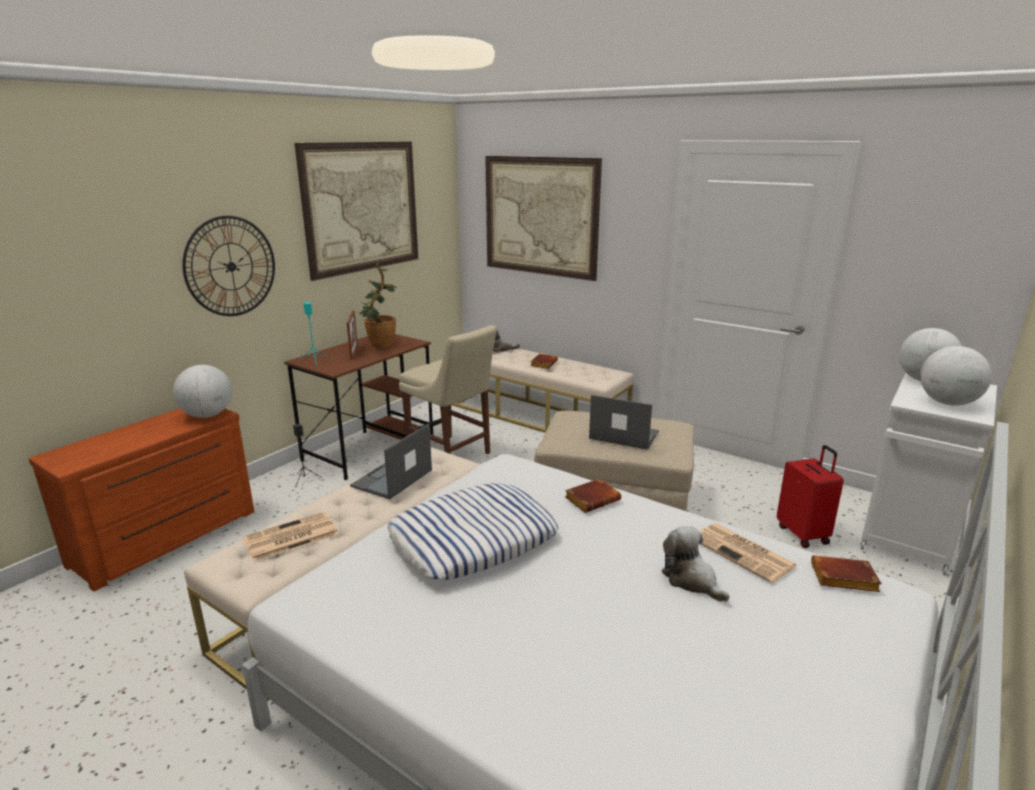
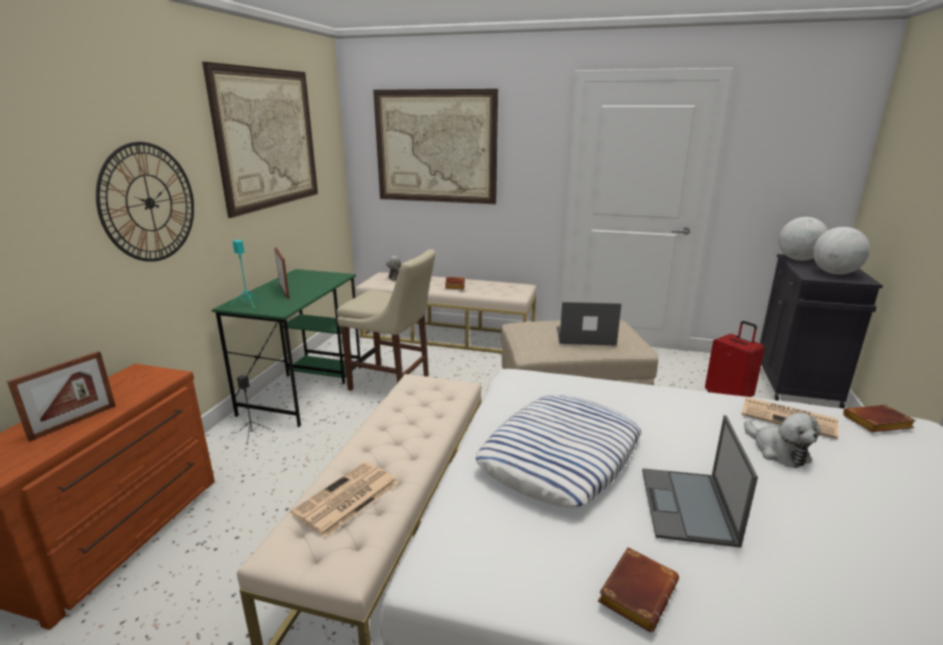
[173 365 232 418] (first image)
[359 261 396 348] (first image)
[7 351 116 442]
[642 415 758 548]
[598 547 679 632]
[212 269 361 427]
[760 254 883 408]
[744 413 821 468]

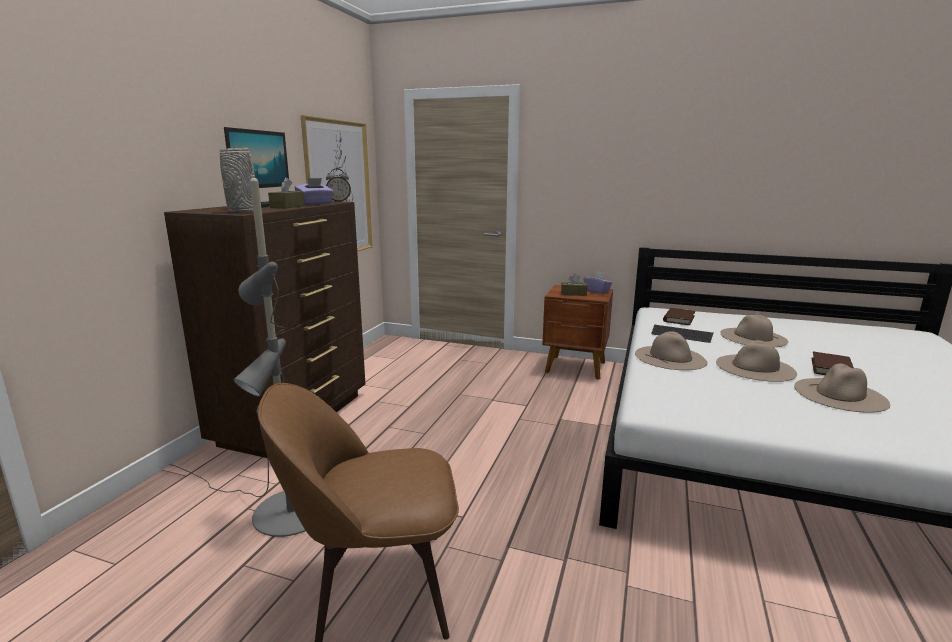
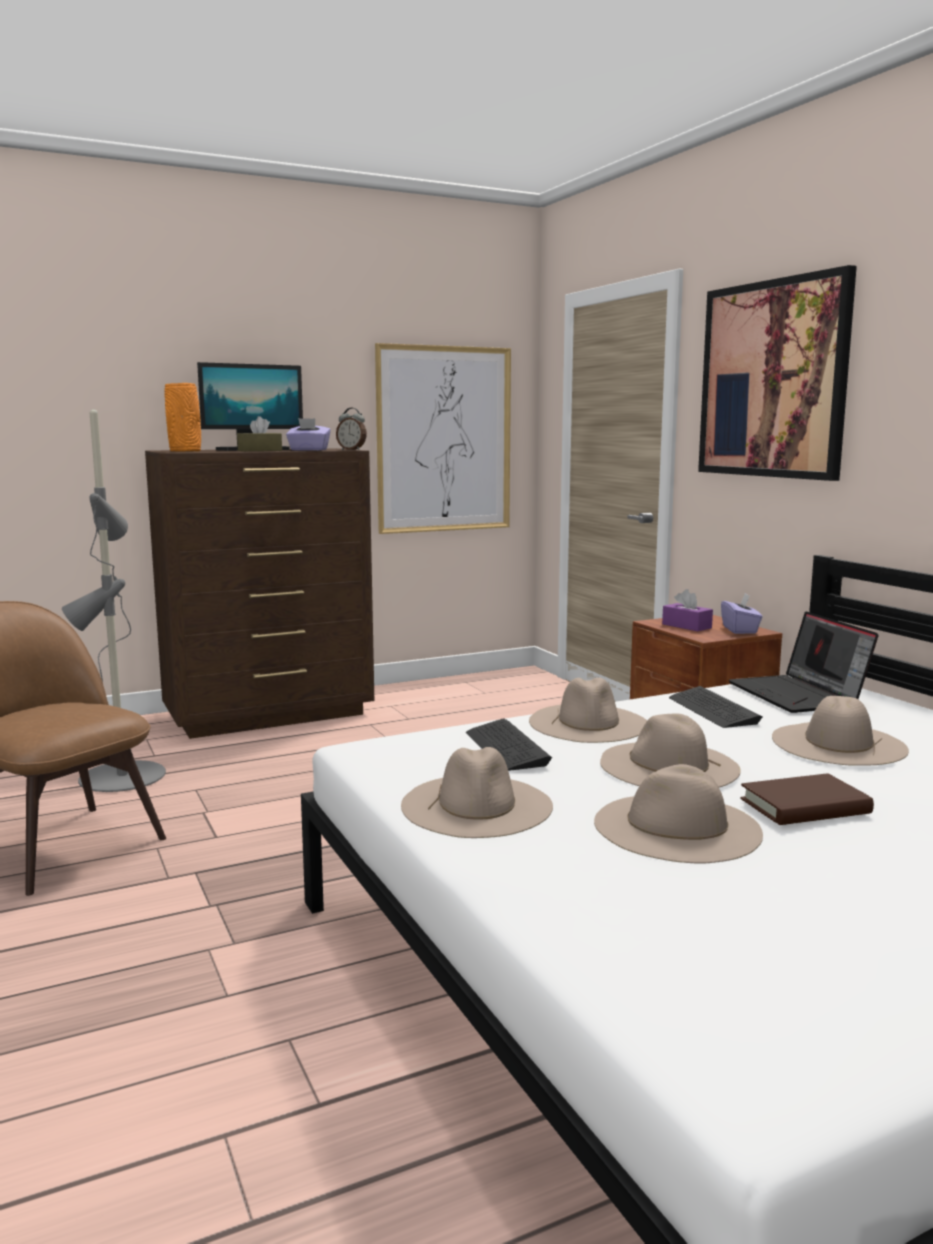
[401 747 553 838]
[466 718 552 771]
[698 265 857 481]
[729 611 879 713]
[164 383 201 452]
[662 589 713 631]

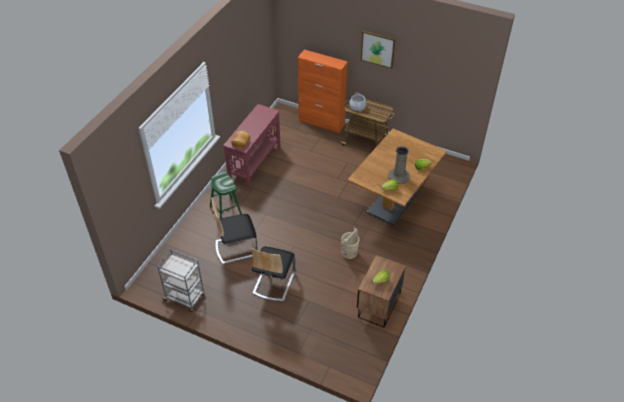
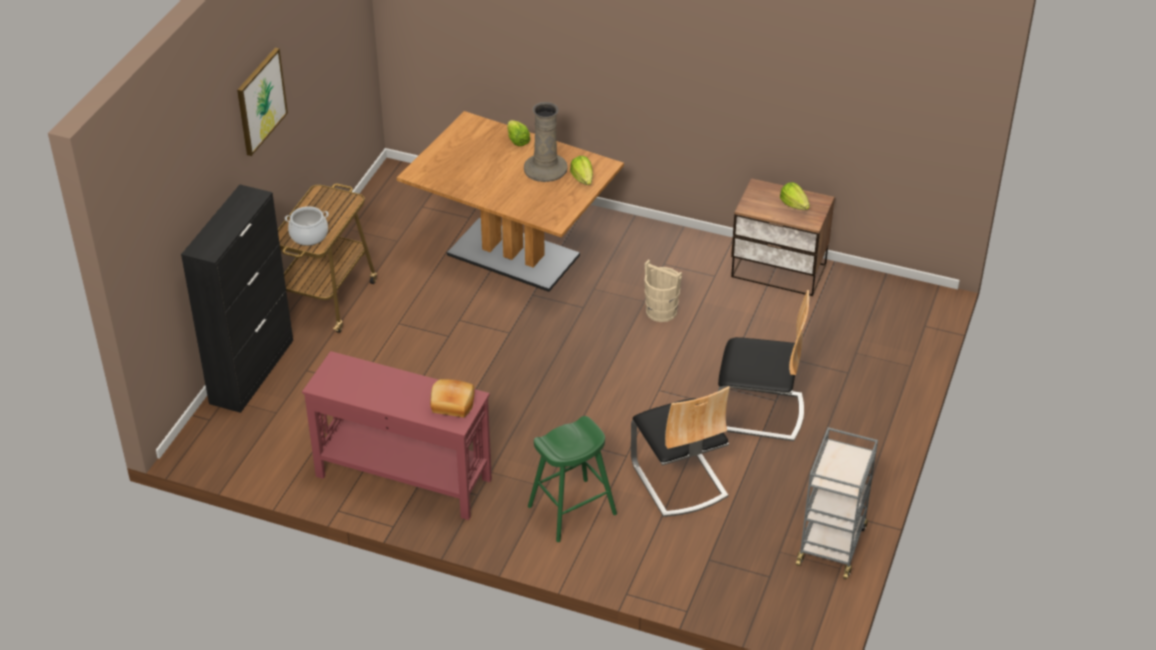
[181 185 293 413]

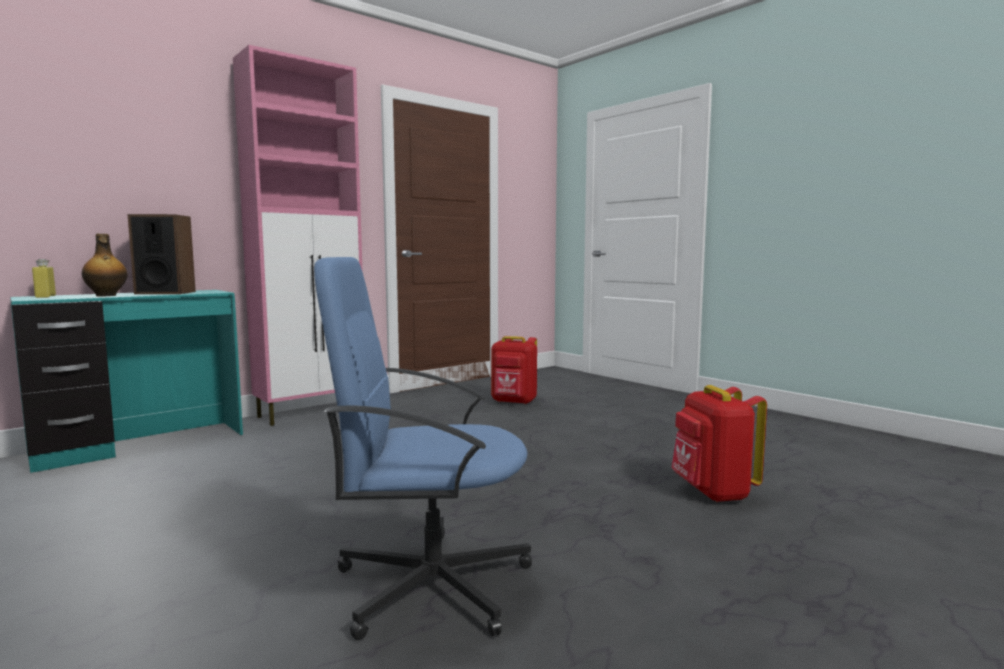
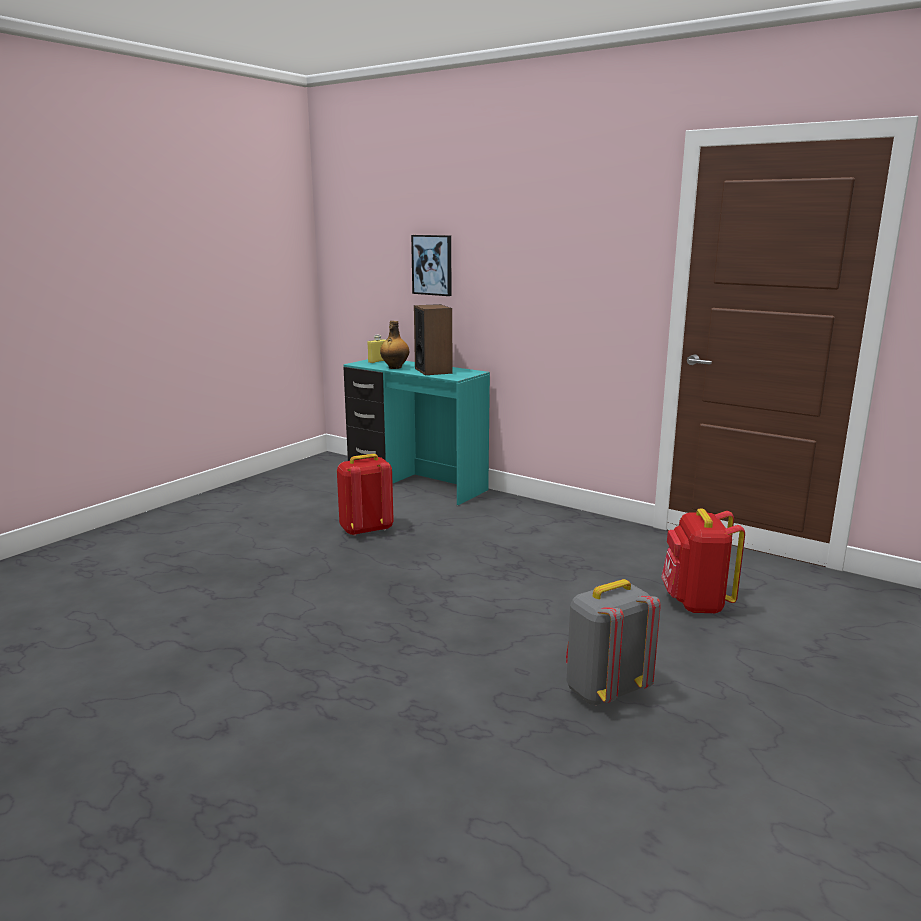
[233 45 363 426] (first image)
[314 257 532 640] (first image)
[411 235 451 296]
[566 579 661 706]
[337 454 394 536]

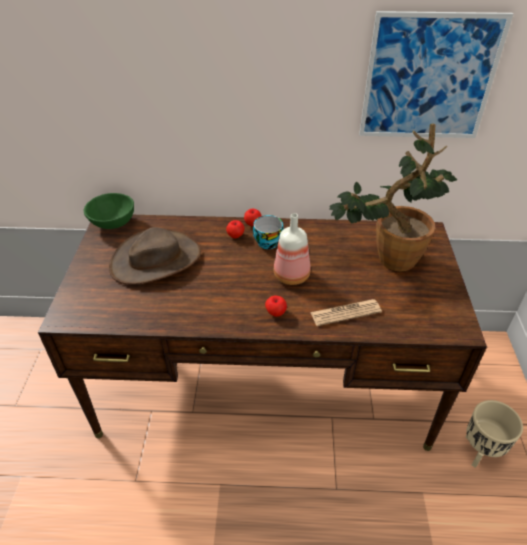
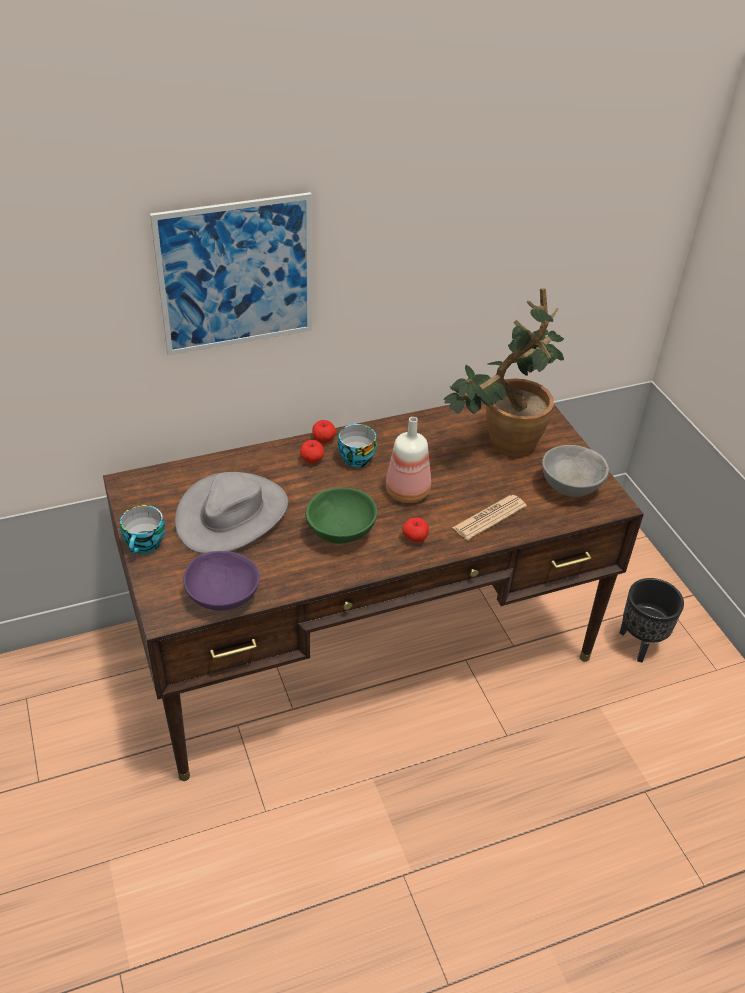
[120 505 165 554]
[184 551 260 611]
[542 445 609 497]
[305 488 377 544]
[150 192 312 356]
[175 472 288 554]
[620 578 684 662]

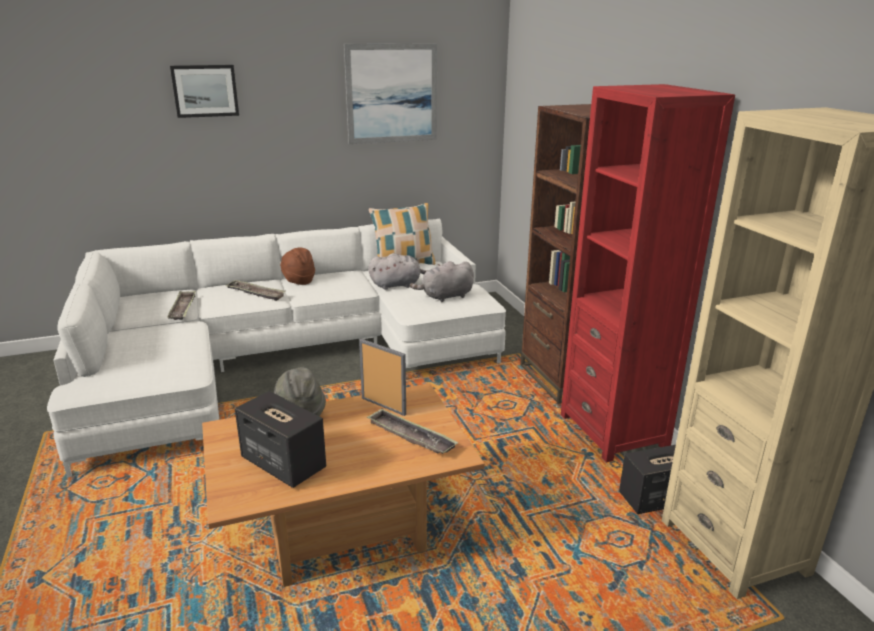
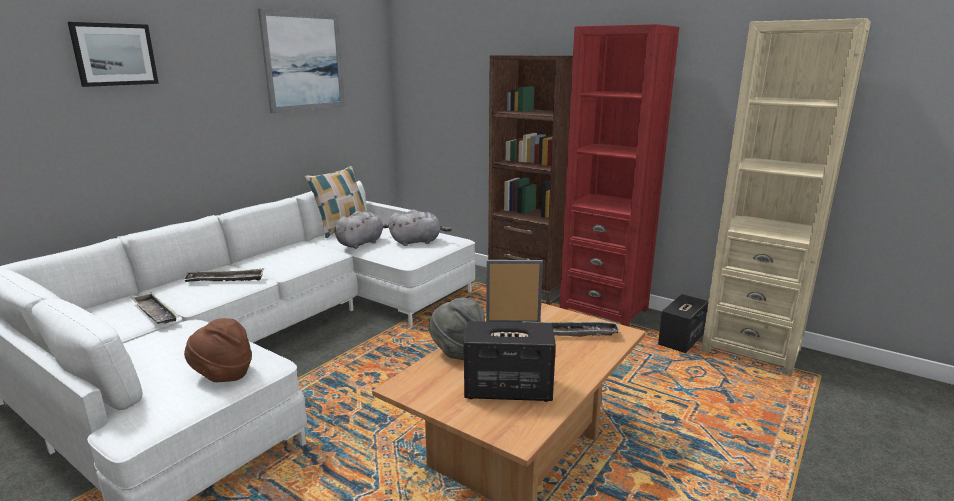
[184 318 252 382]
[389 209 452 246]

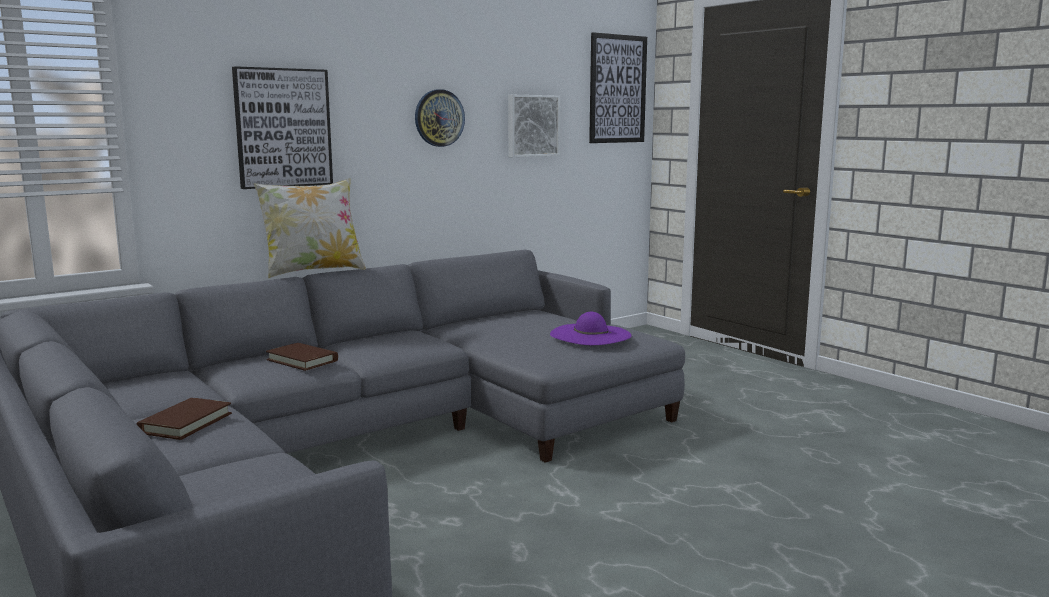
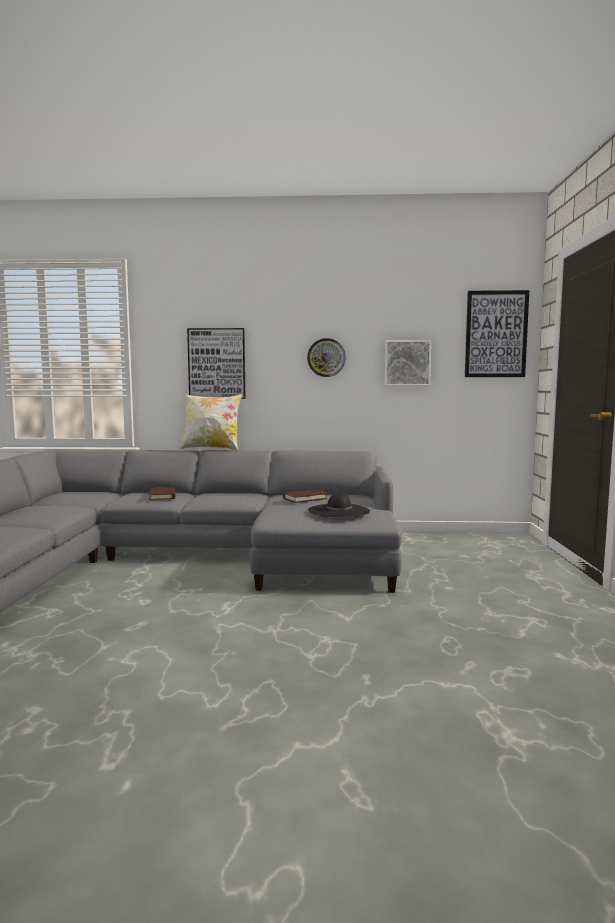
[283 490 327 503]
[308 493 370 517]

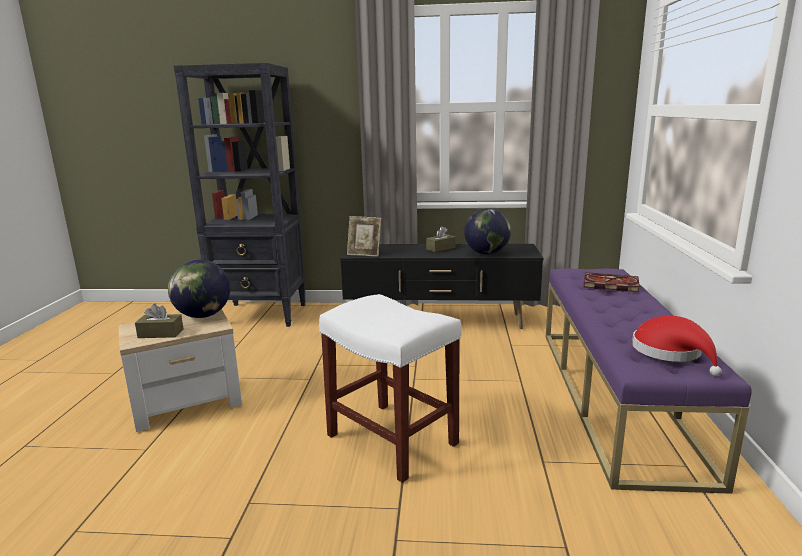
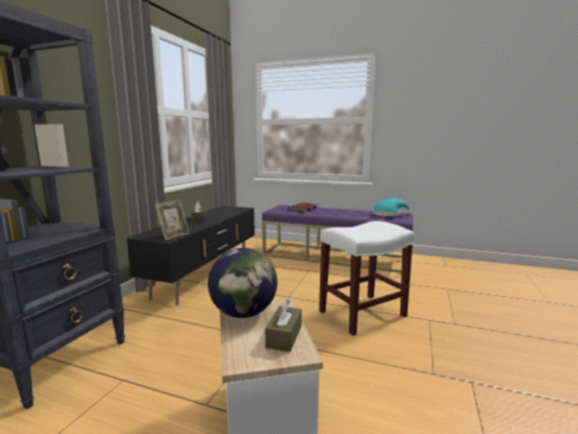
[464 208 511 255] (first image)
[372 198 411 216]

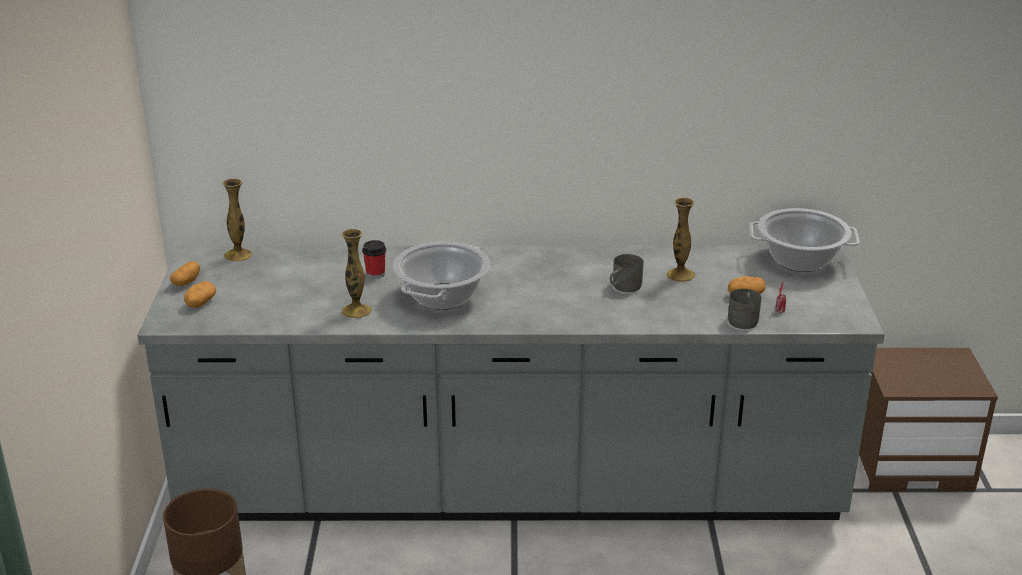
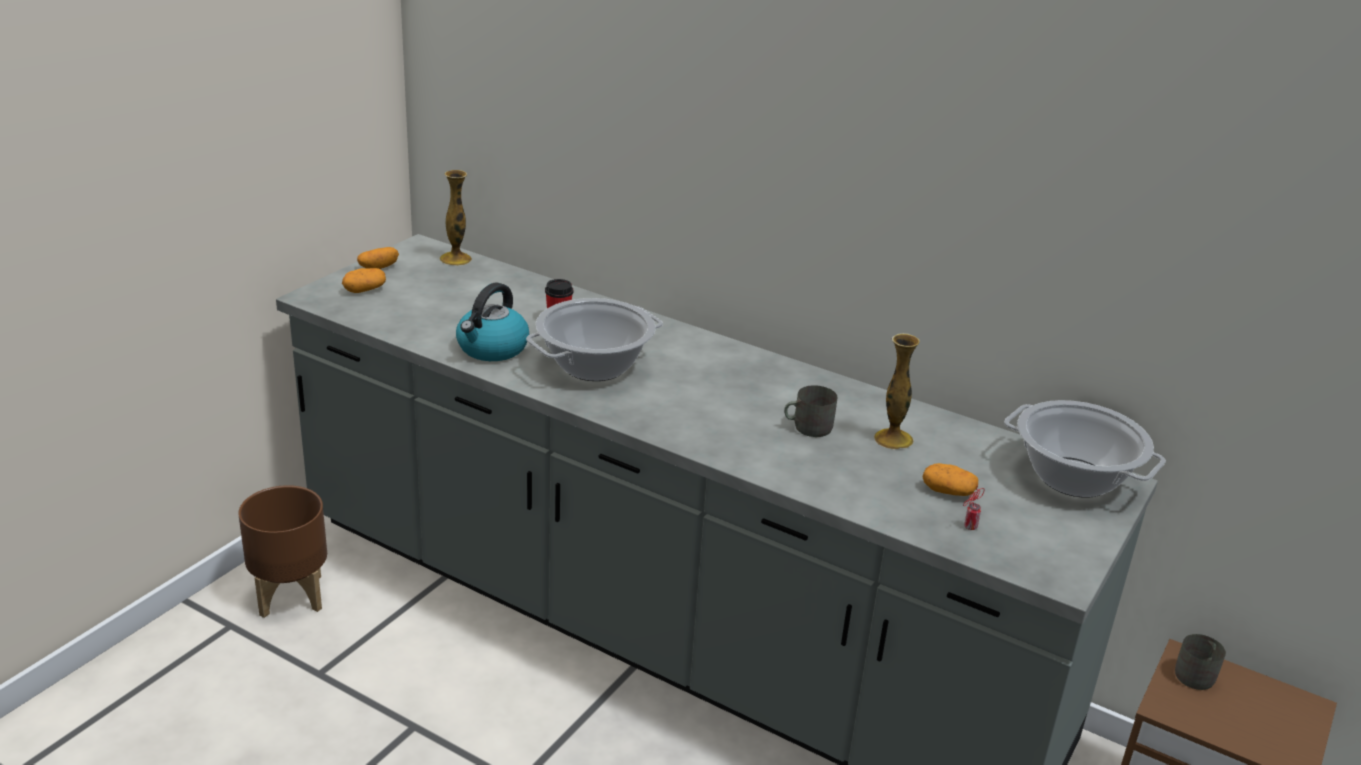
[1175 634 1226 690]
[456 283 529 361]

